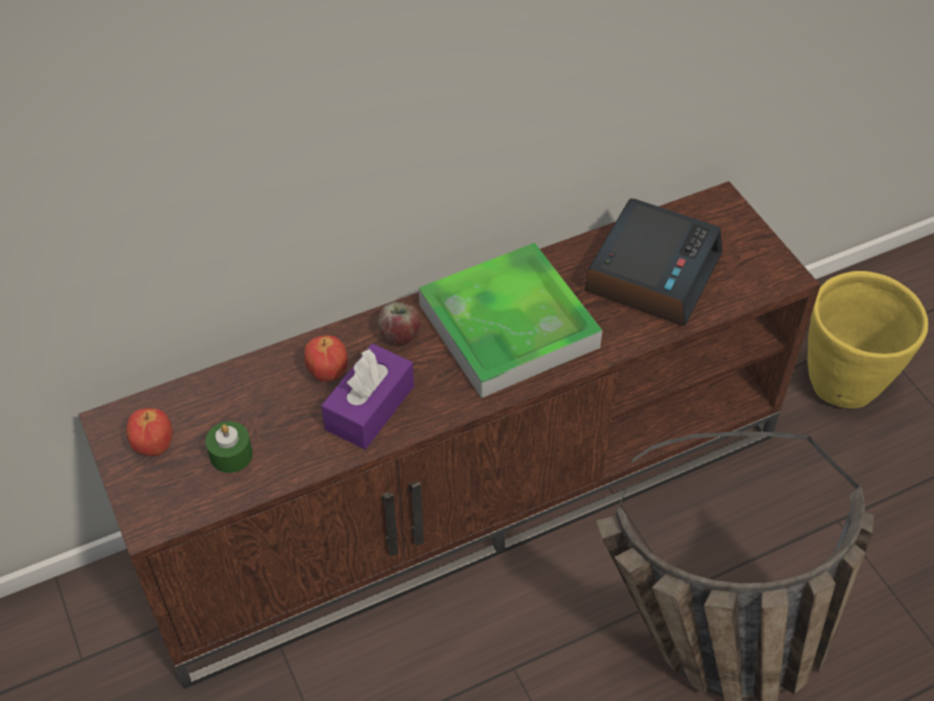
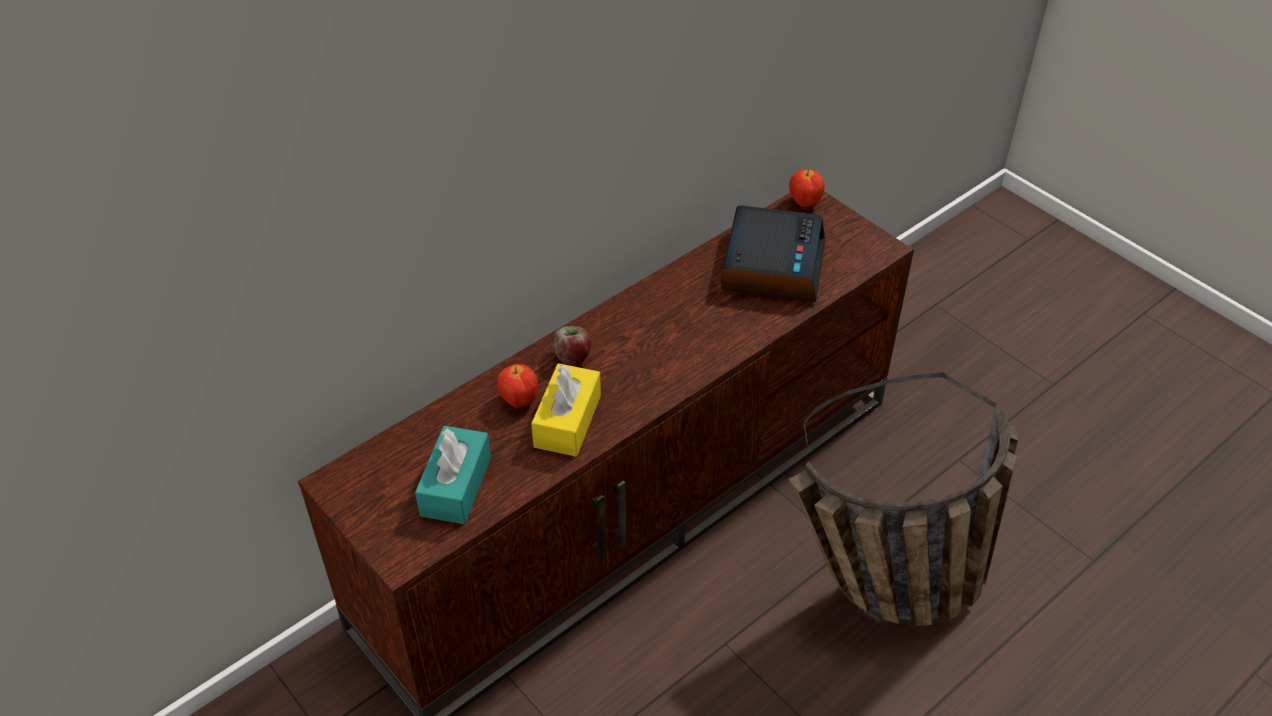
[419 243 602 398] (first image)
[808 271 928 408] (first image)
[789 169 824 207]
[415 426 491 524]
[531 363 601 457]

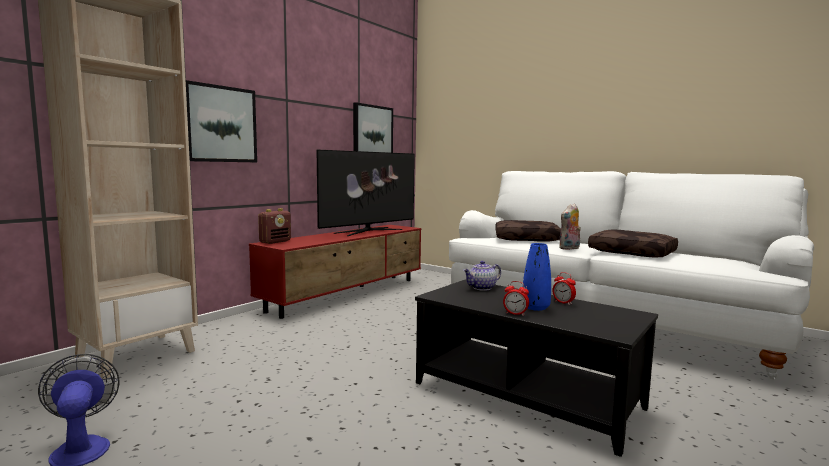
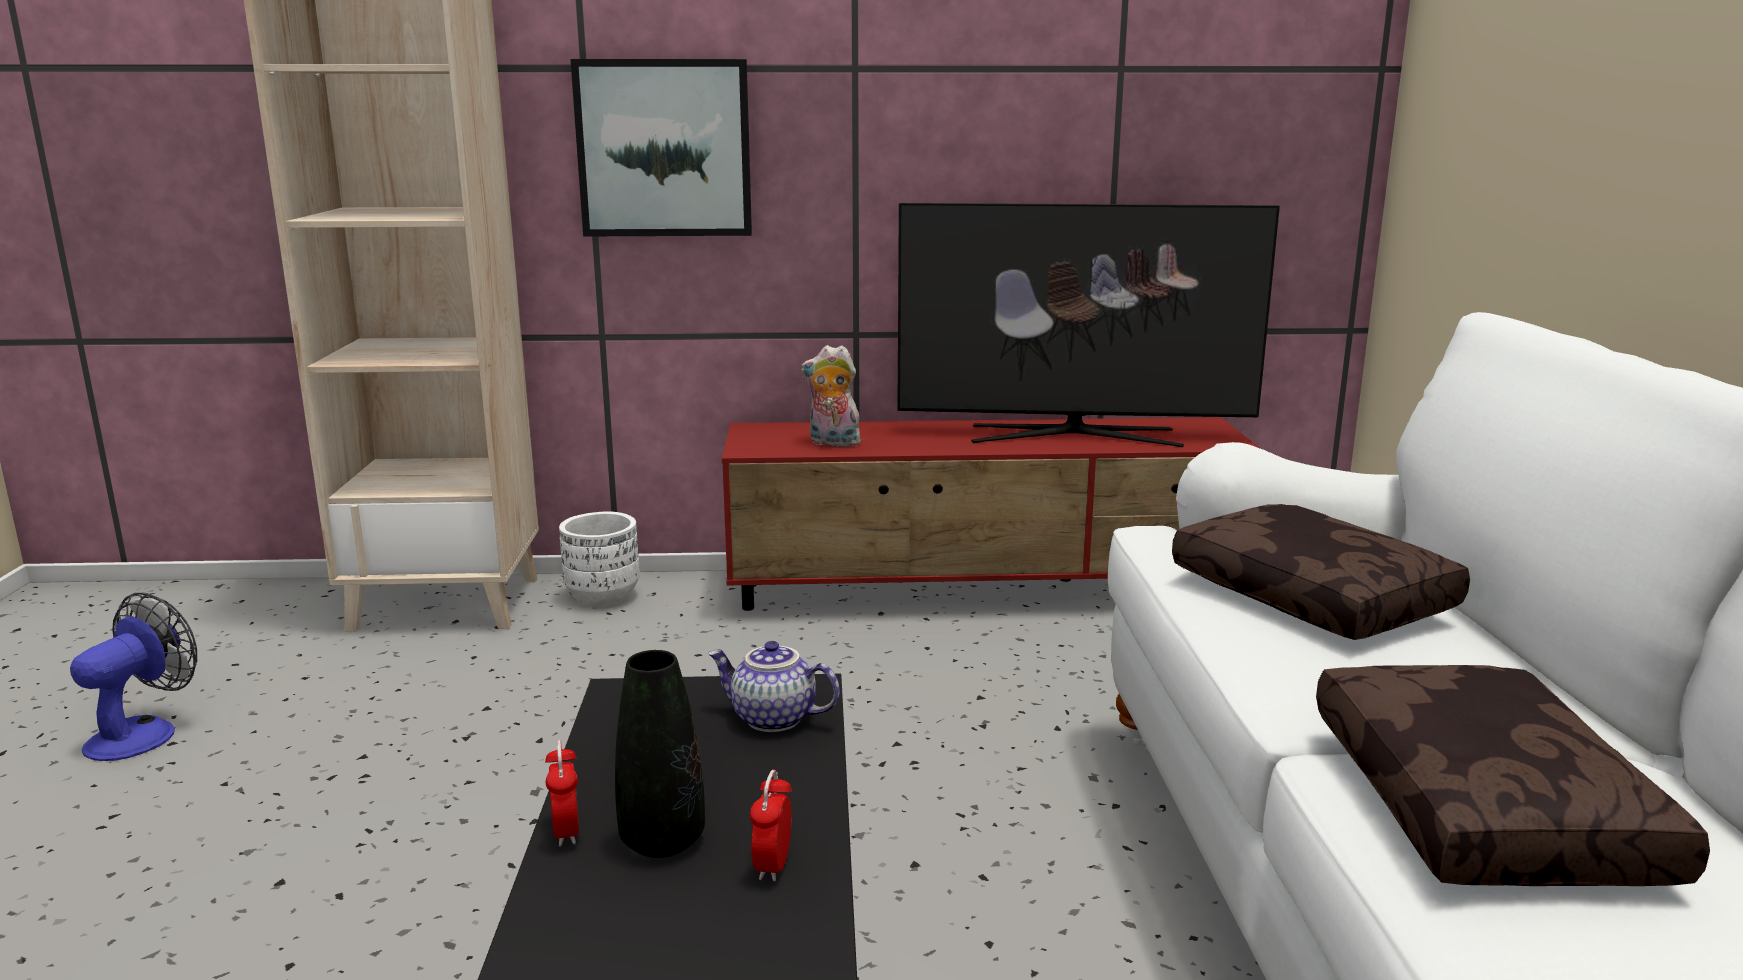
[258 208 291 244] (first image)
[353 102 393 153] (first image)
[559 511 640 607]
[801 345 863 447]
[615 650 705 858]

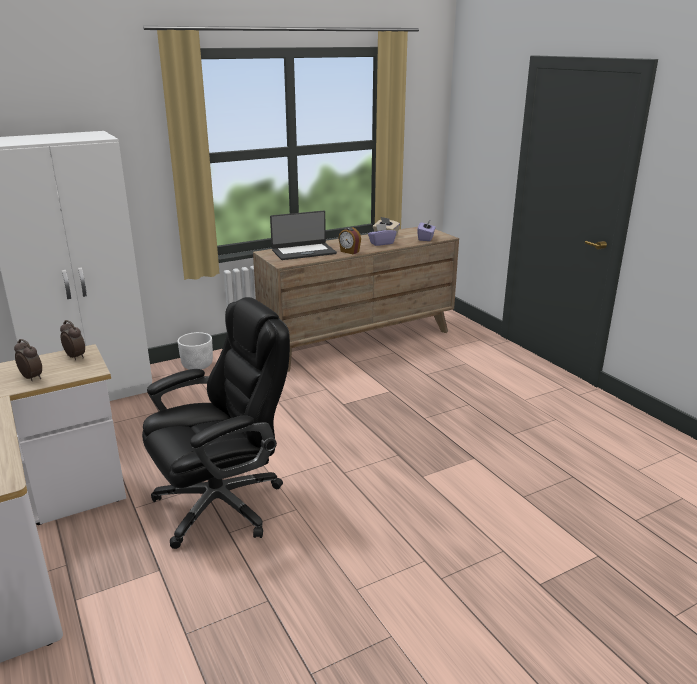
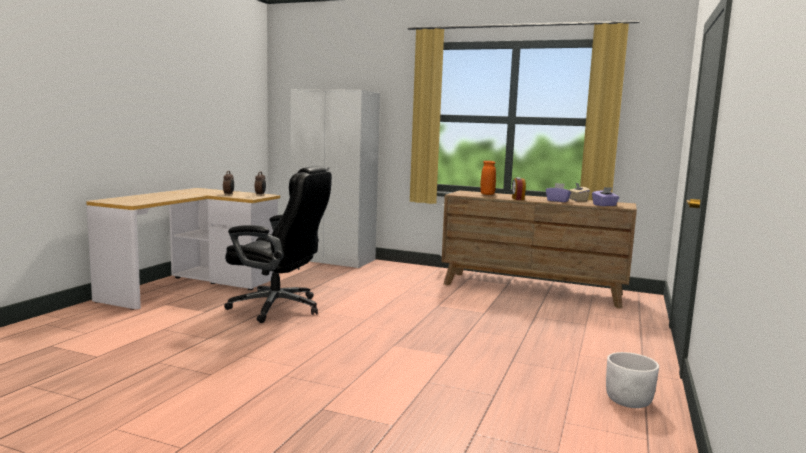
[606 352 659 408]
[481 161 496 195]

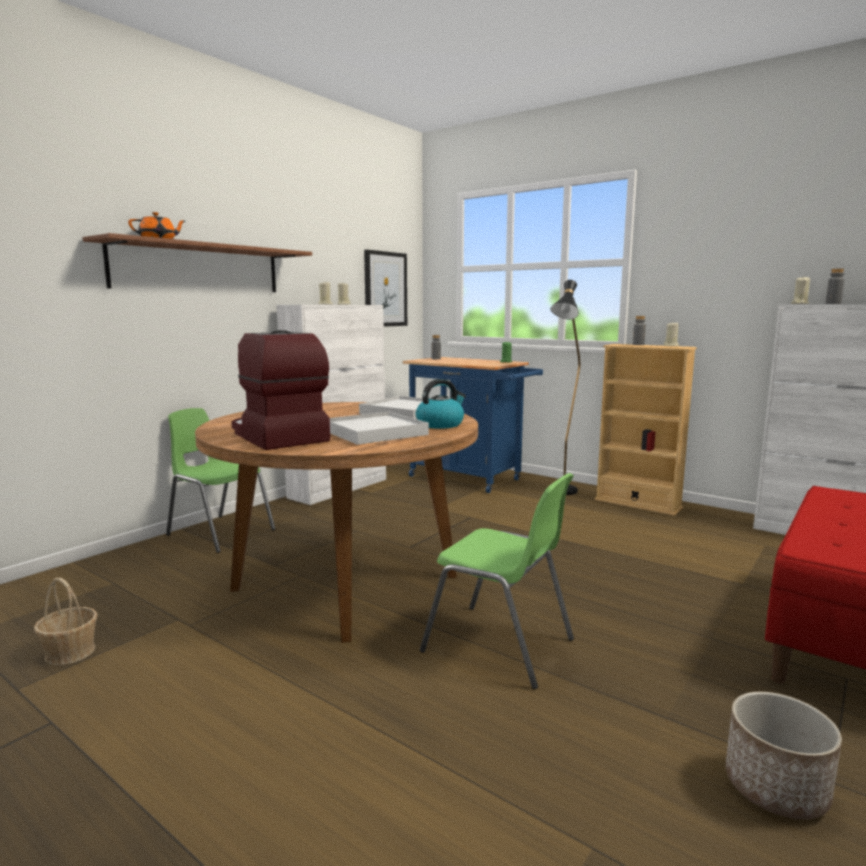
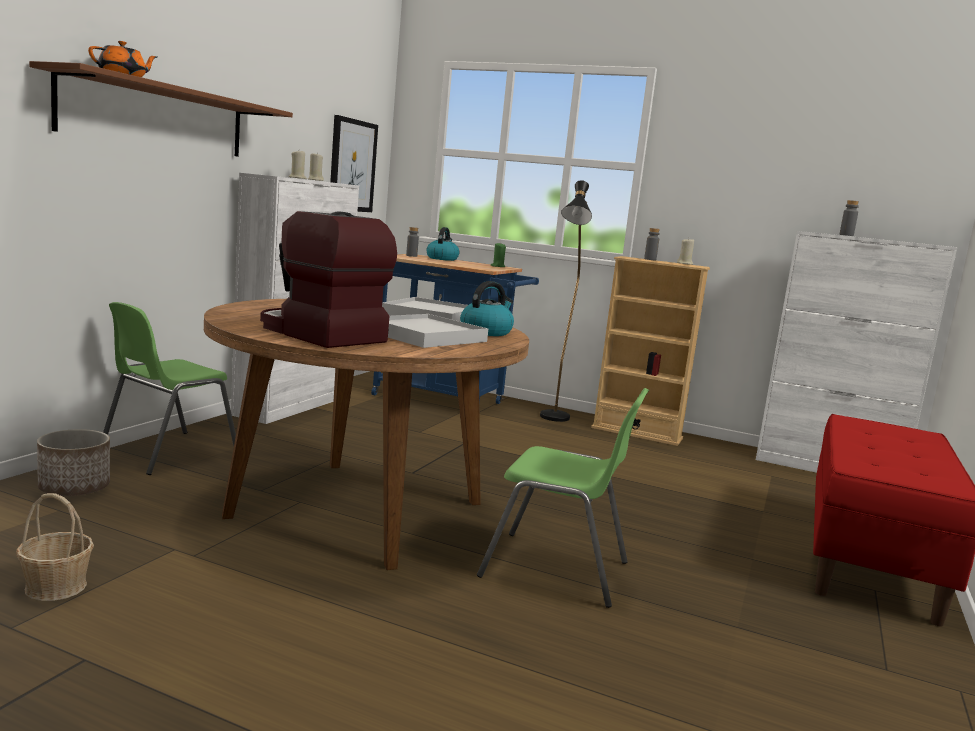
[791 277 810 304] (first image)
[426 227 459 261]
[37 429 110 496]
[103 302 236 475]

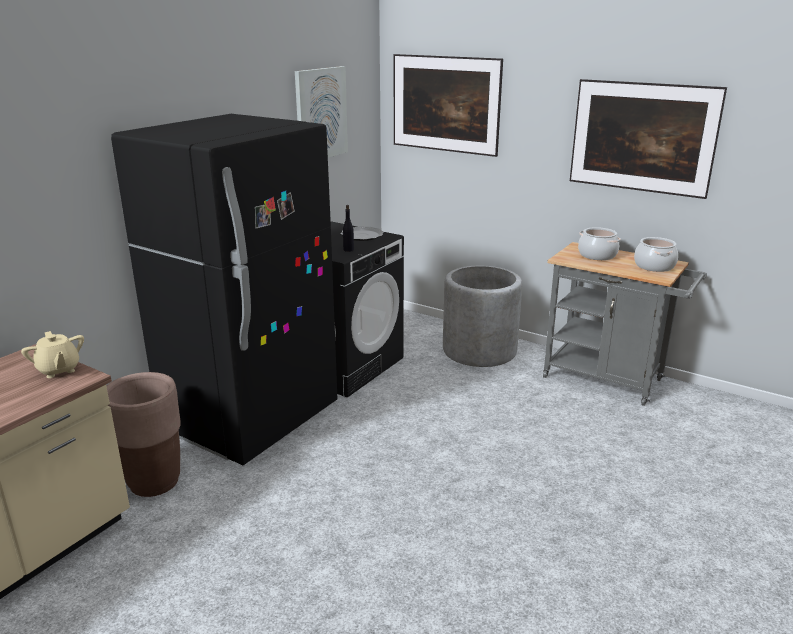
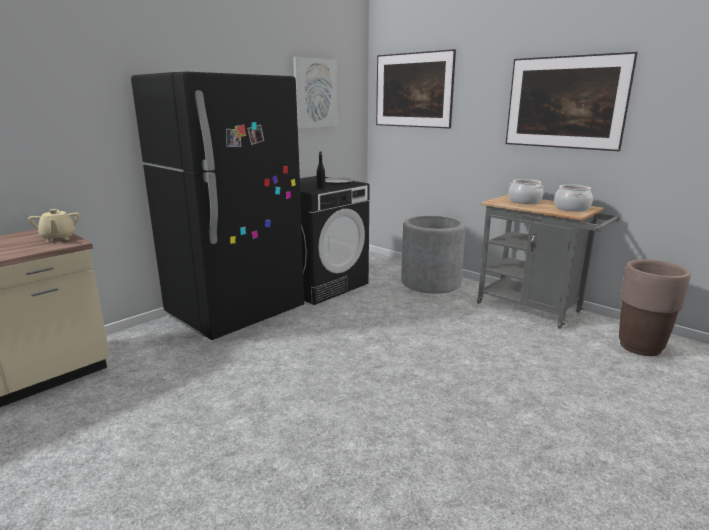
[619 259 691 356]

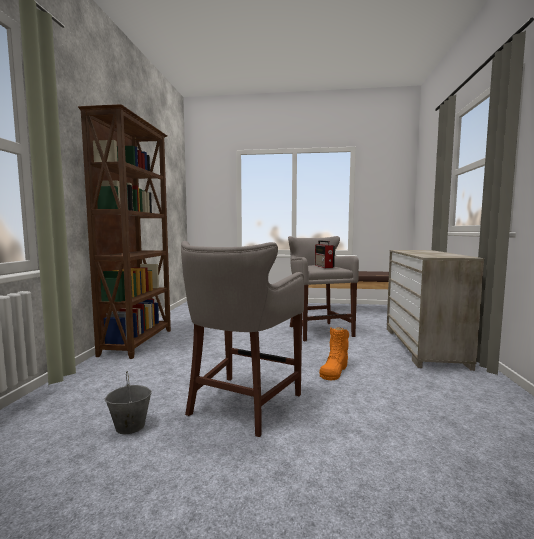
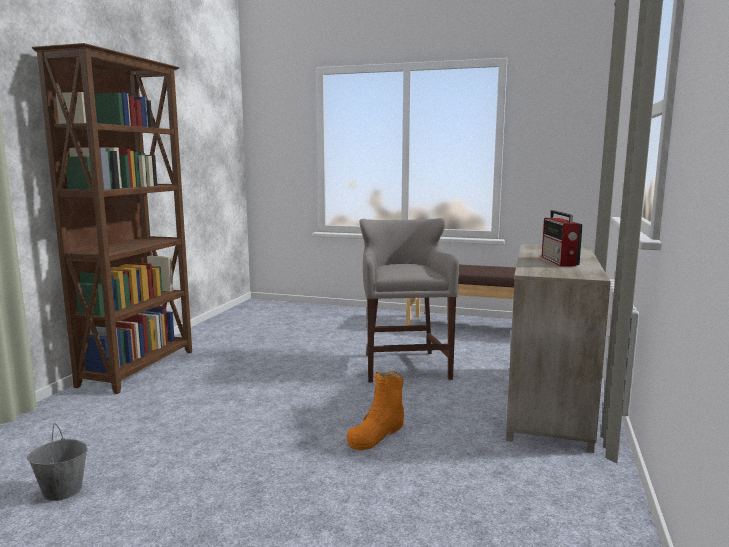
[181 241 304 437] (first image)
[542 210 583 266]

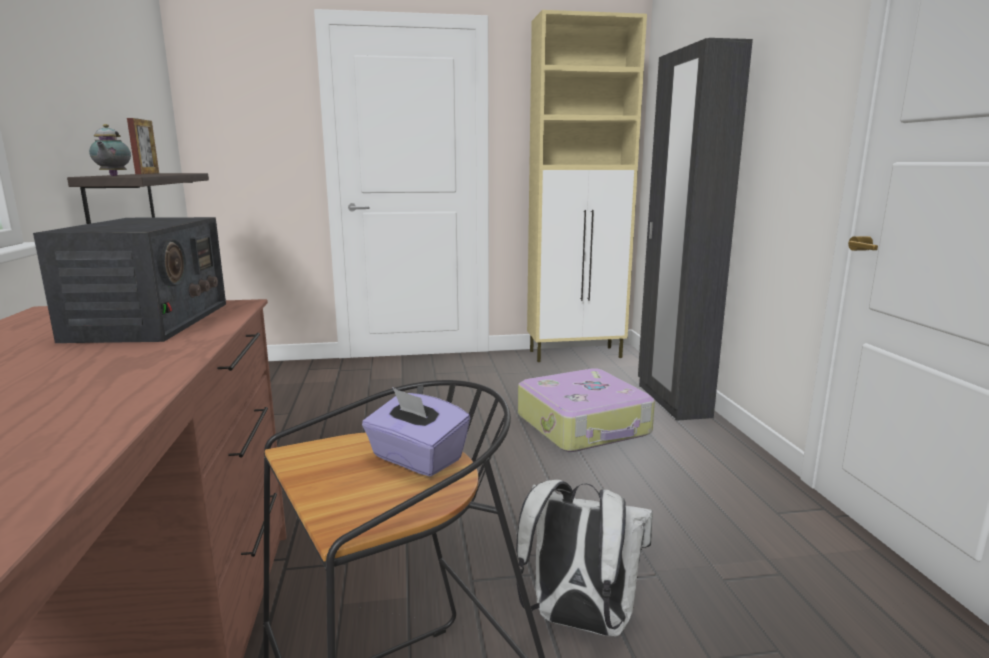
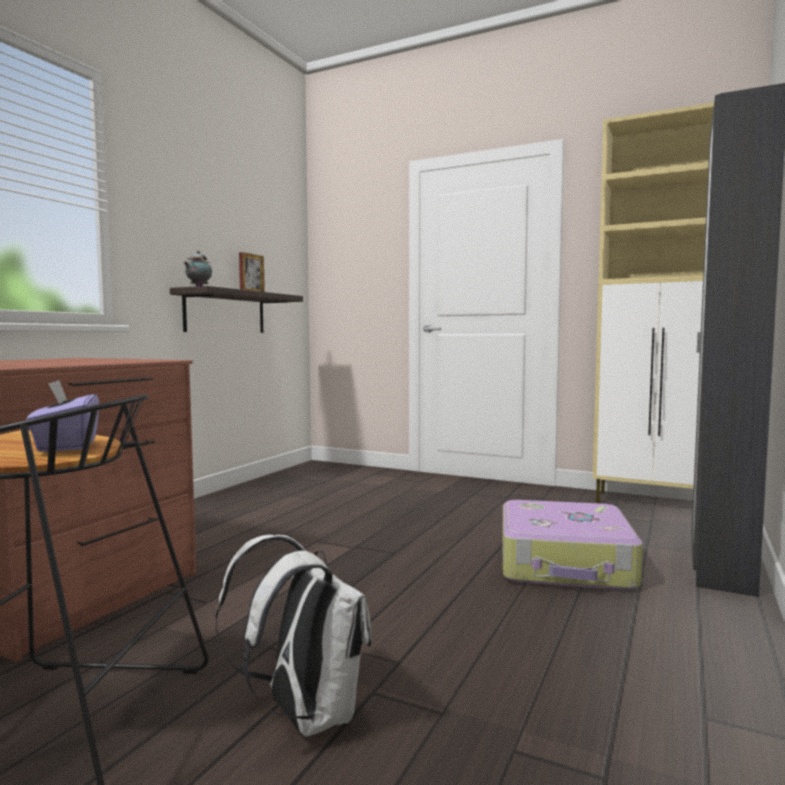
[33 217 226 343] (first image)

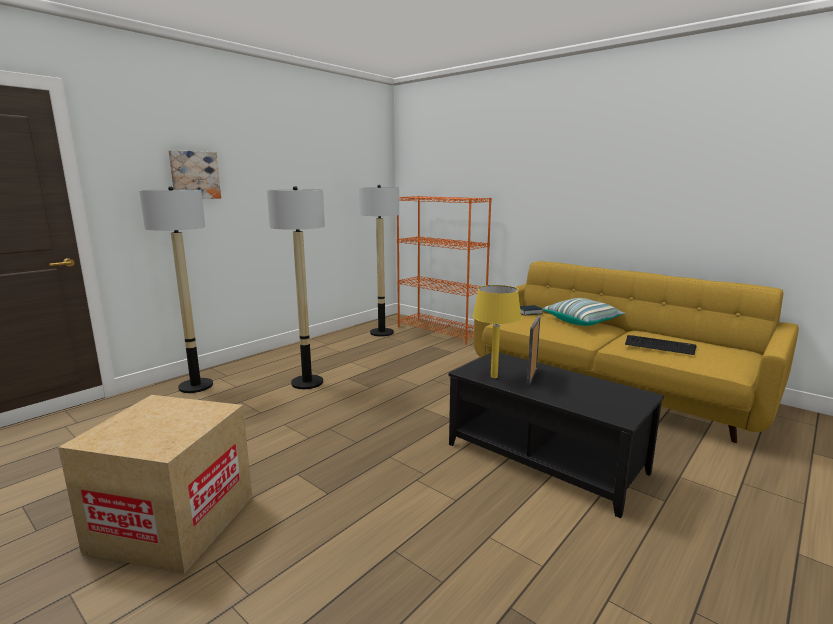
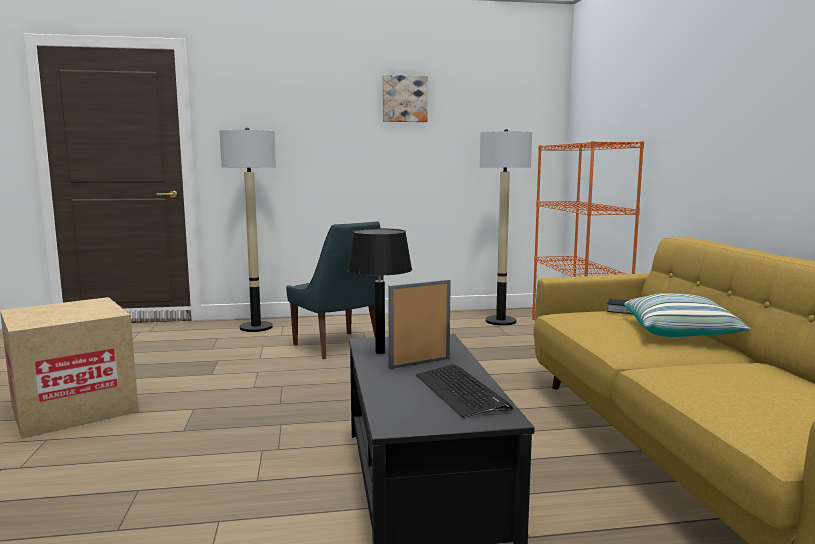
[383 75 428 122]
[416 364 513 418]
[286 221 383 359]
[347 229 412 354]

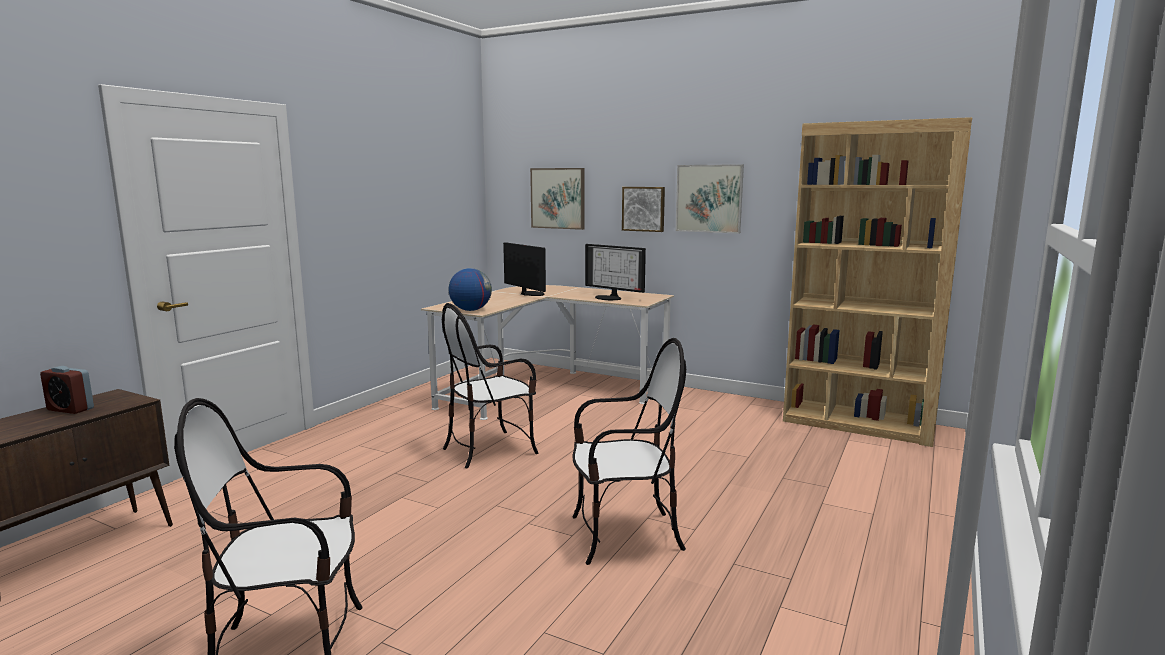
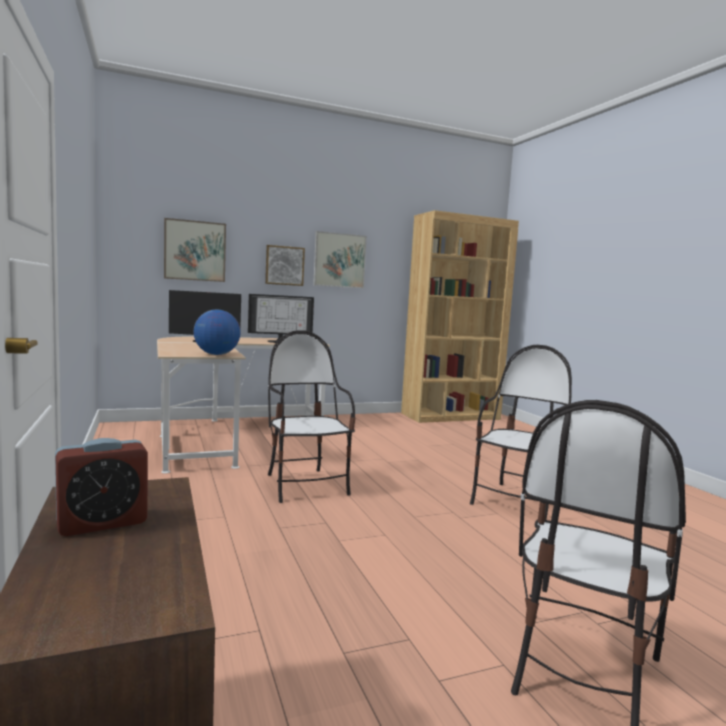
[268 330 355 503]

